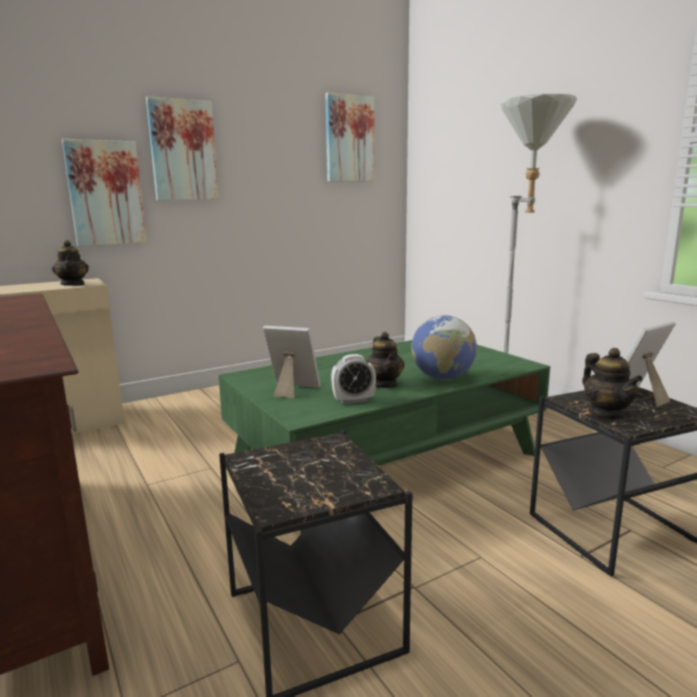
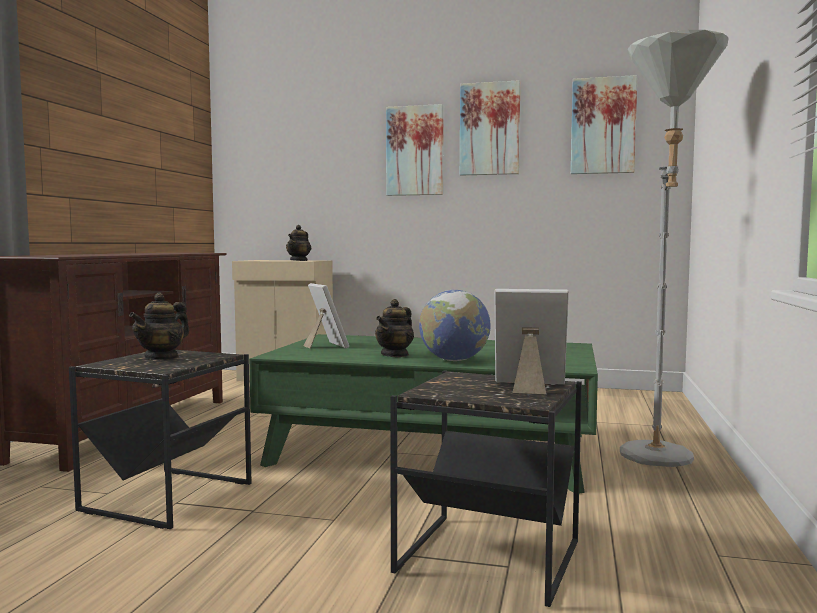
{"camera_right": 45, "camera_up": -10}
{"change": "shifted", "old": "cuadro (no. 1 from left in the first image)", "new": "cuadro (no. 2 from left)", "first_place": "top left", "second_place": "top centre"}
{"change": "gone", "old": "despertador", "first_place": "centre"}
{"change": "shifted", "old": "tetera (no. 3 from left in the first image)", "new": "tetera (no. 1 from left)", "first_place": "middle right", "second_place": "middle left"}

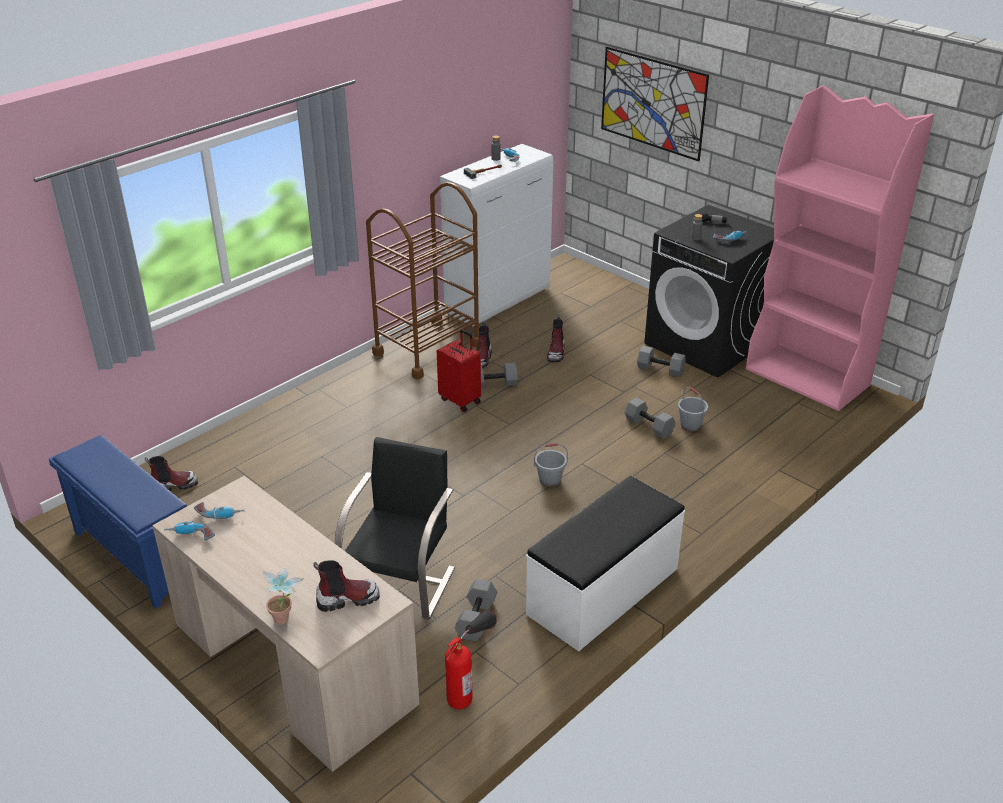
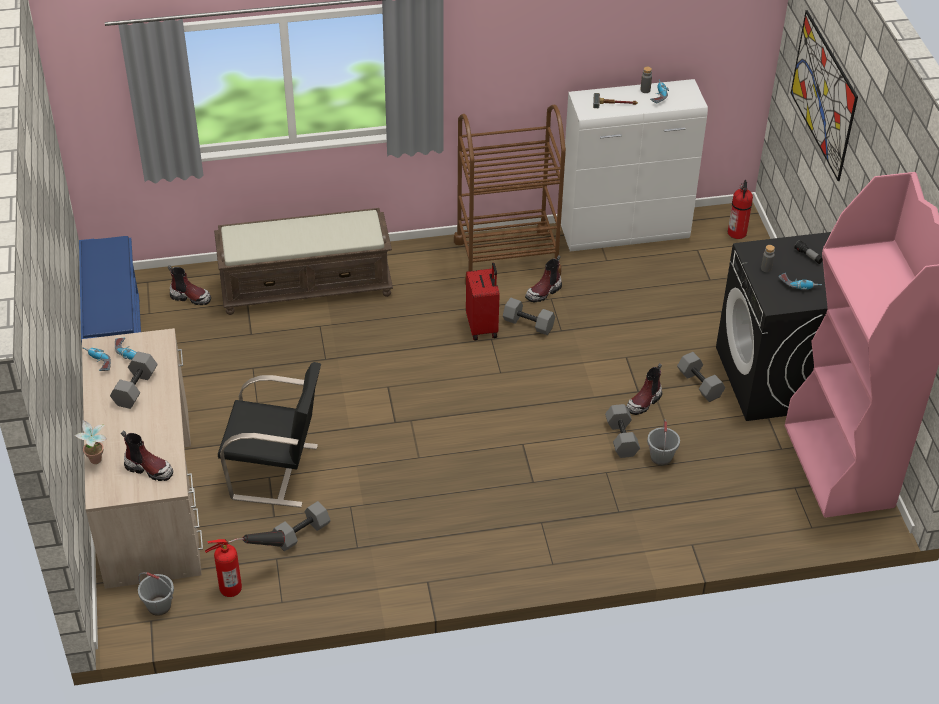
{"camera_right": 35, "camera_up": 10}
{"change": "rotated", "old": "silla (negro)", "first_place": "centre", "second_place": "middle left", "degrees": 45}
{"change": "gone", "old": "banco (blanco)", "first_place": "bottom centre"}
{"change": "shifted", "old": "cubo (gris) (no. 1 from left)", "first_place": "centre", "second_place": "bottom left"}
{"change": "shifted", "old": "bota (no. 4 from left)", "first_place": "centre", "second_place": "middle right"}
{"change": "new", "new": "mancuerna (gris) (no. 1 from left)", "second_place": "middle left"}
{"change": "new", "new": "banco (marrón)", "second_place": "middle left"}
{"change": "new", "new": "extintor (no. 2 from left)", "second_place": "top right"}

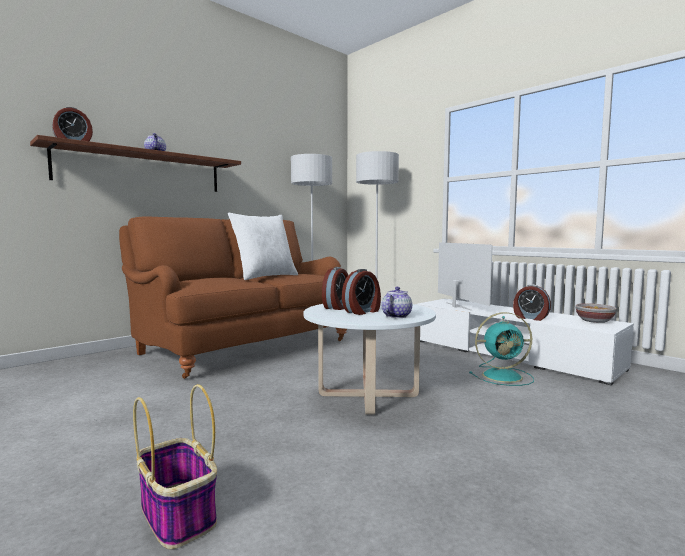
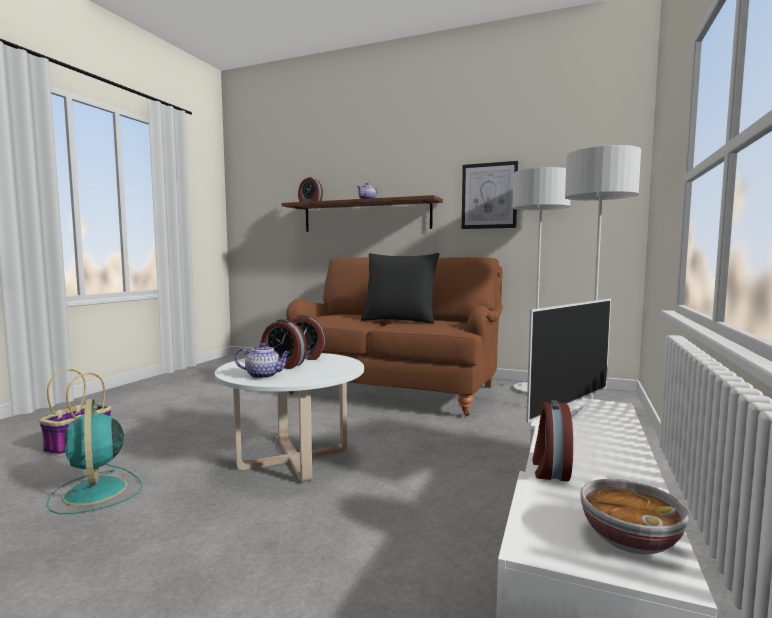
{"camera_right": 65, "camera_up": 0}
{"change": "repainted", "old": "cojín (blanco)", "new": "cojín (negro)", "first_place": "centre", "second_place": "centre"}
{"change": "shifted", "old": "ventilador (turquesa)", "first_place": "middle right", "second_place": "bottom left"}
{"change": "new", "new": "cuadro", "second_place": "top centre"}

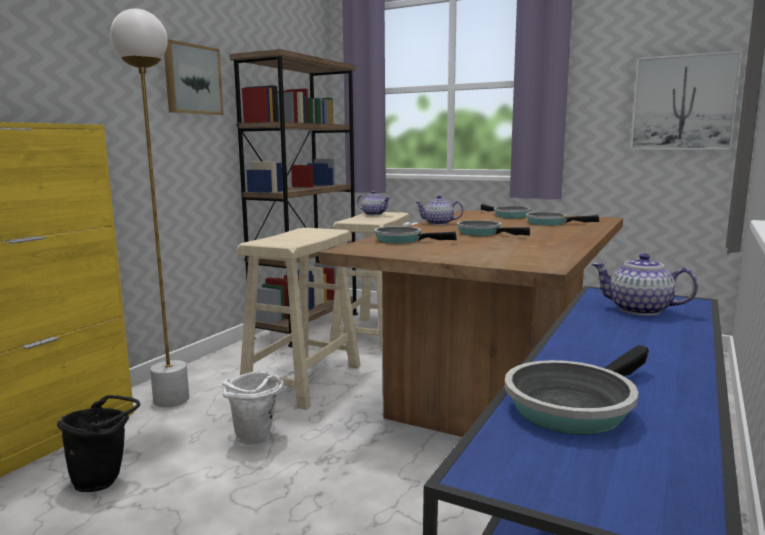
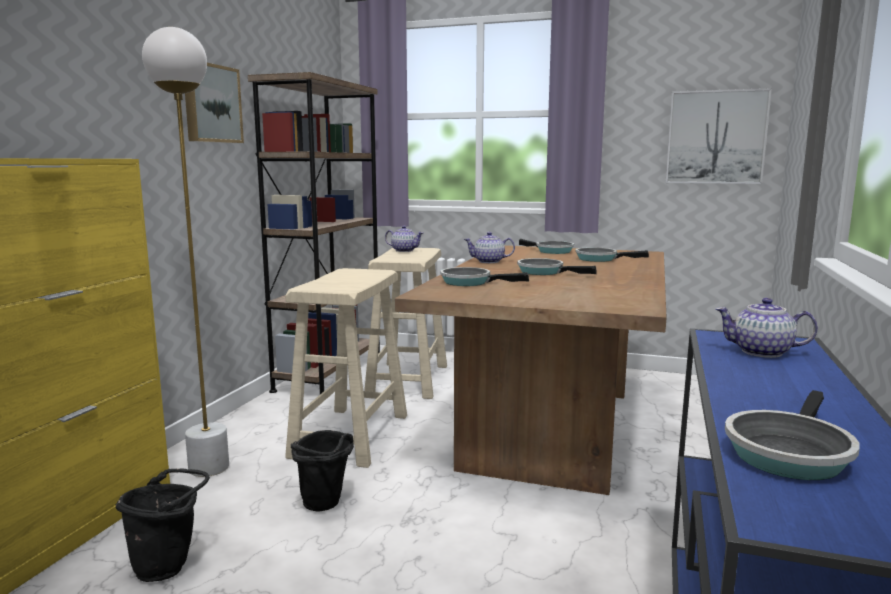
{"camera_right": -10, "camera_up": 0}
{"change": "repainted", "old": "cubo (blanco)", "new": "cubo (negro) (no. 2 from left)", "first_place": "bottom left", "second_place": "bottom centre"}

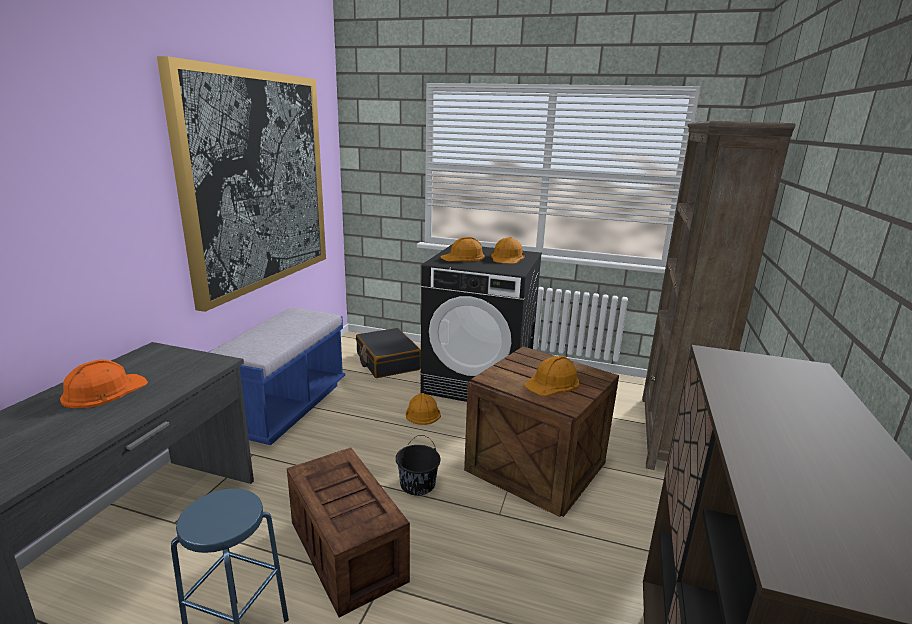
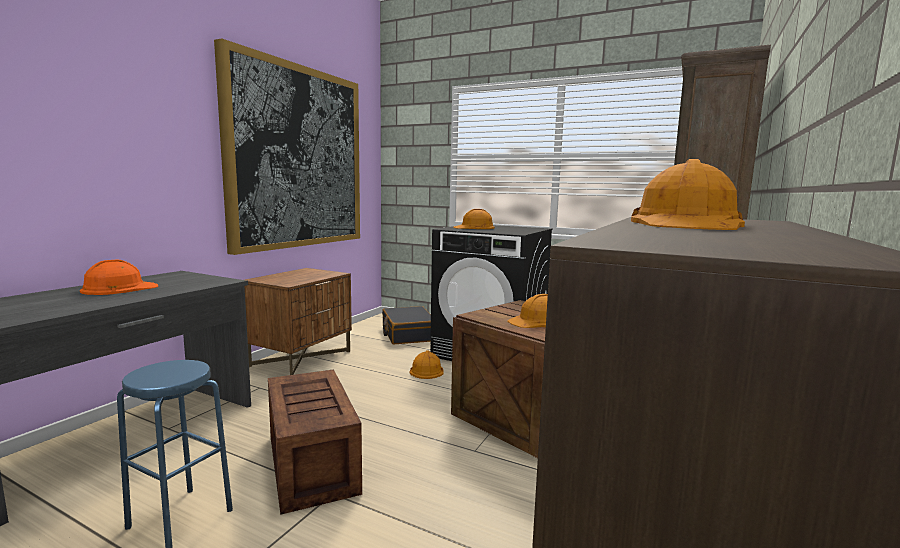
{"camera_right": 10, "camera_up": -10}
{"change": "swapped", "old": "banco (azul)", "new": "mesita de noche (marrón)", "first_place": "middle left", "second_place": "middle left"}
{"change": "gone", "old": "cubo (negro)", "first_place": "bottom centre"}
{"change": "shifted", "old": "casco (naranja) (no. 4 from left in the first image)", "new": "casco (naranja) (no. 5 from left)", "first_place": "centre", "second_place": "middle right"}

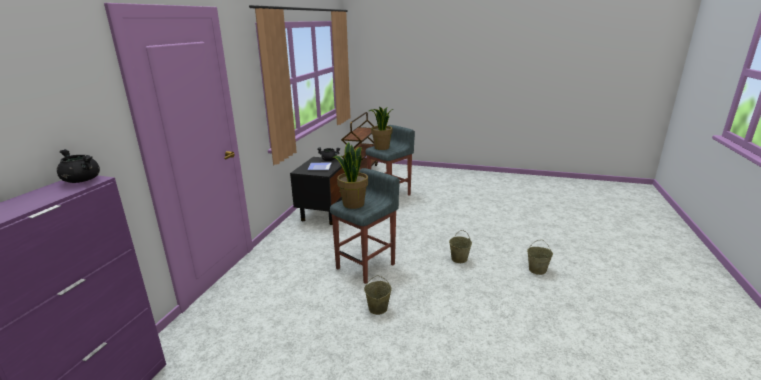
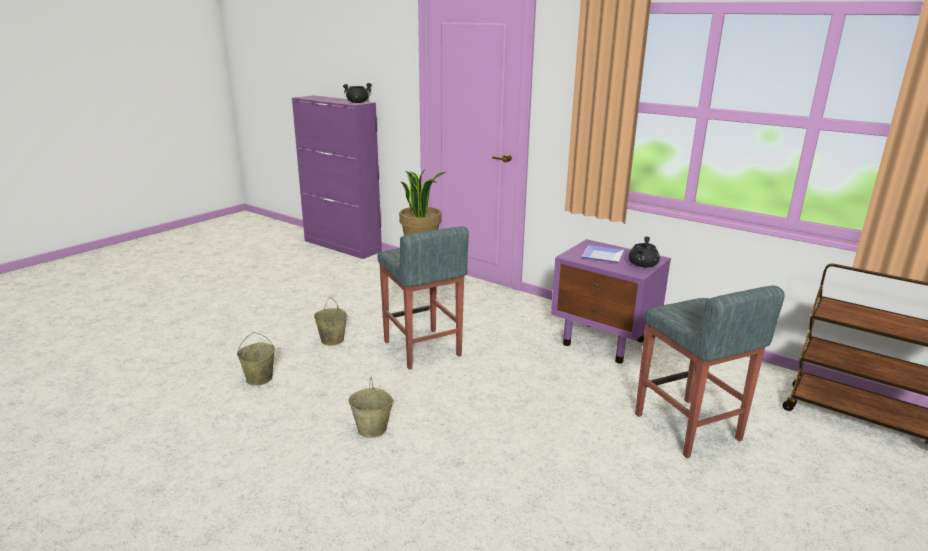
{"camera_right": 110, "camera_up": 0}
{"change": "repainted", "old": "mesita de noche (negro)", "new": "mesita de noche (morado)", "first_place": "centre", "second_place": "centre"}
{"change": "gone", "old": "planta en maceta (no. 2 from left)", "first_place": "centre"}
{"change": "shifted", "old": "cubo (beis) (no. 3 from left in the first image)", "new": "cubo (beis) (no. 1 from left)", "first_place": "bottom right", "second_place": "middle left"}

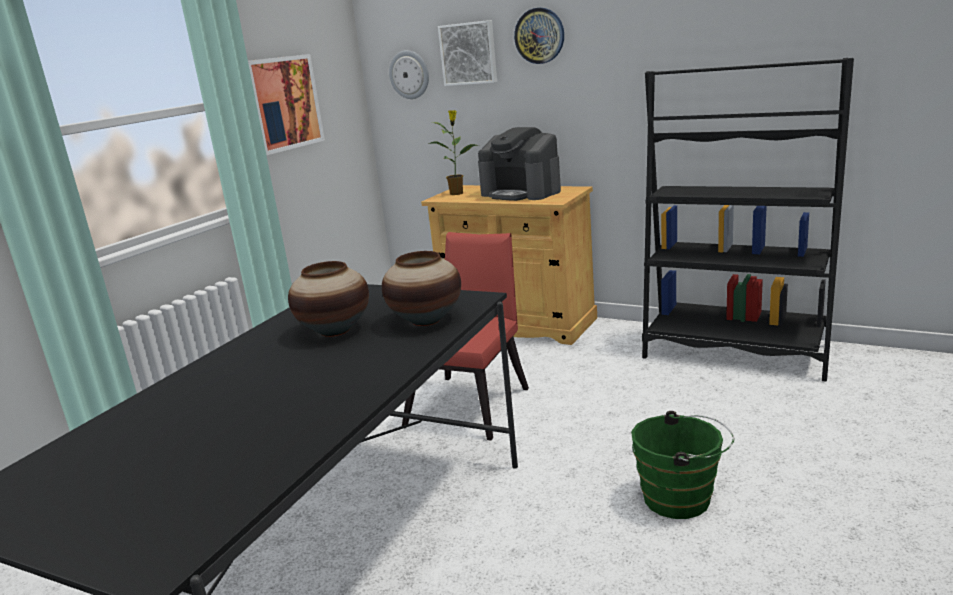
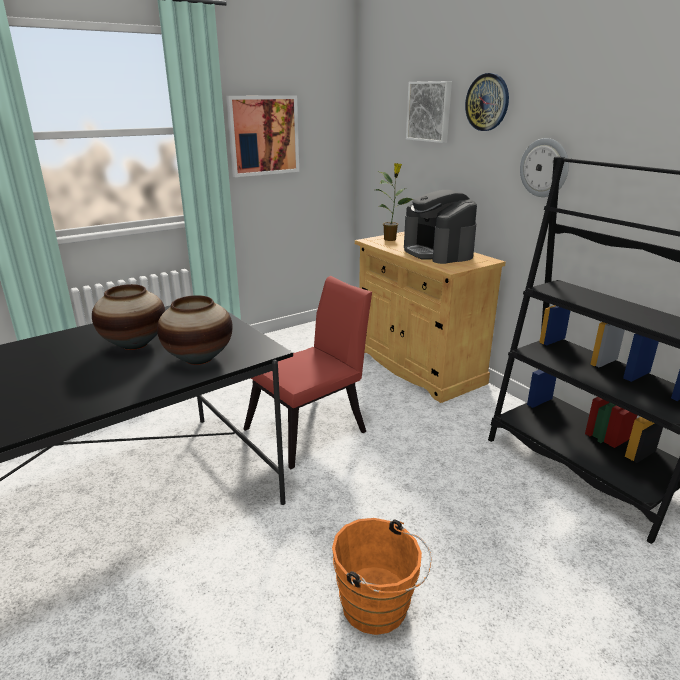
{"camera_right": 25, "camera_up": 5}
{"change": "shifted", "old": "reloj de pared (no. 1 from left in the first image)", "new": "reloj de pared (no. 2 from left)", "first_place": "top centre", "second_place": "top right"}
{"change": "repainted", "old": "cubo (verde)", "new": "cubo (naranja)", "first_place": "bottom right", "second_place": "bottom centre"}

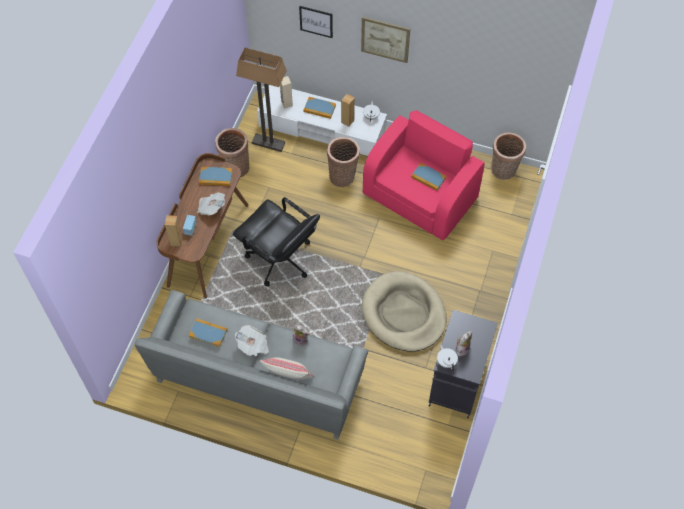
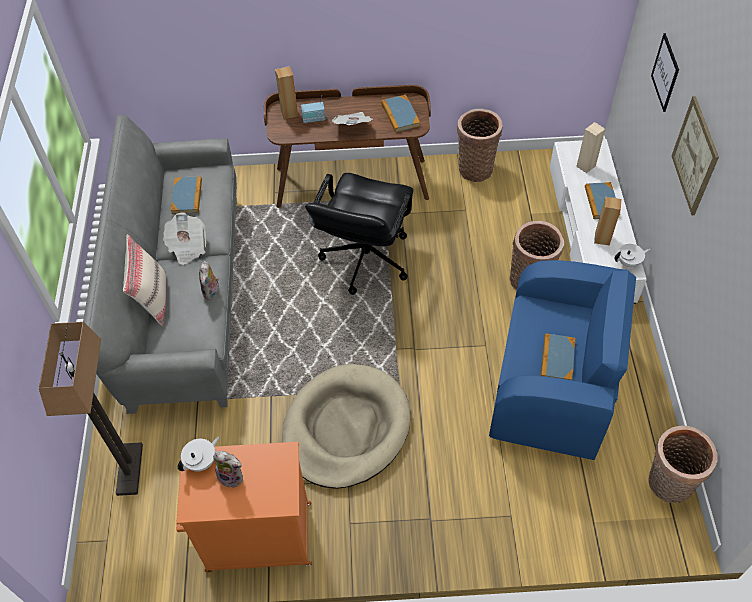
{"camera_right": 70, "camera_up": -5}
{"change": "shifted", "old": "lámpara de pie", "first_place": "top centre", "second_place": "bottom left"}
{"change": "repainted", "old": "sillón (rosa)", "new": "sillón (azul)", "first_place": "centre", "second_place": "middle right"}
{"change": "repainted", "old": "armario (negro)", "new": "armario (naranja)", "first_place": "bottom right", "second_place": "bottom left"}

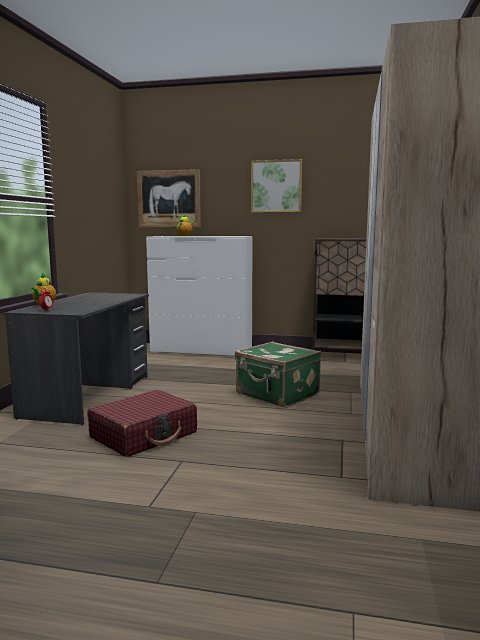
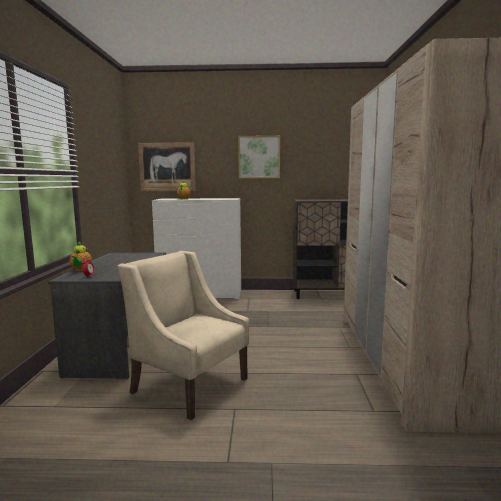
{"camera_right": -10, "camera_up": 0}
{"change": "swapped", "old": "maleta (rojo)", "new": "sillón (beis)", "first_place": "middle left", "second_place": "bottom centre"}
{"change": "gone", "old": "maleta (verde)", "first_place": "centre"}

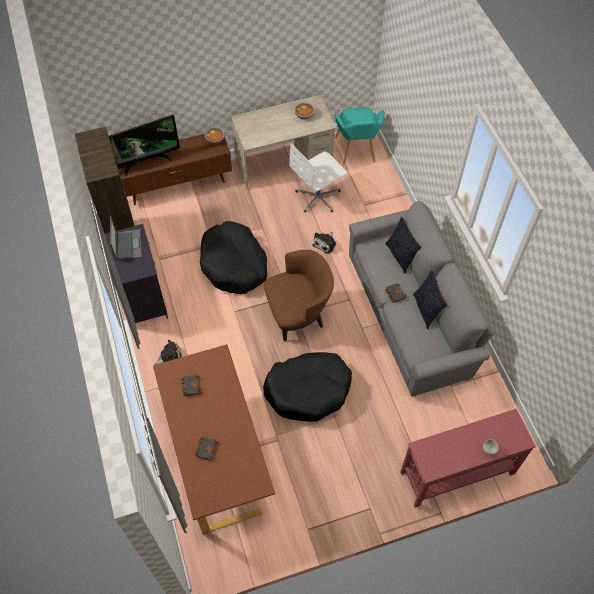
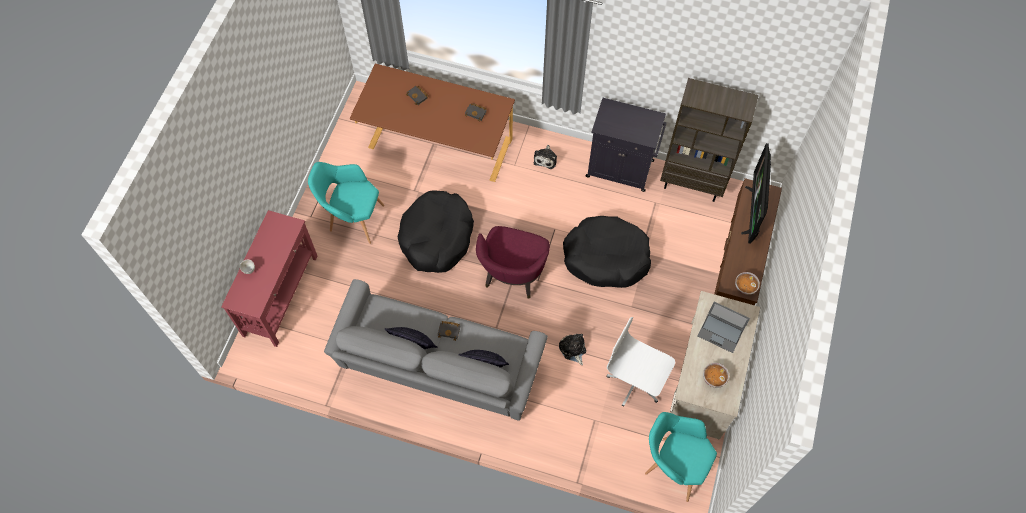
{"camera_right": 125, "camera_up": 5}
{"change": "shifted", "old": "portátil", "first_place": "middle left", "second_place": "middle right"}
{"change": "repainted", "old": "sillón (marrón)", "new": "sillón (morado)", "first_place": "centre", "second_place": "centre"}
{"change": "rotated", "old": "silla de oficina (blanco)", "first_place": "top centre", "second_place": "bottom centre", "degrees": -60}
{"change": "new", "new": "sillón (turquesa) (no. 1 from left)", "second_place": "centre"}

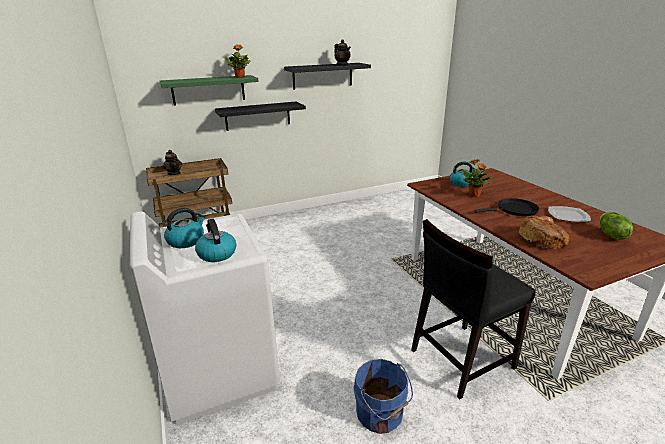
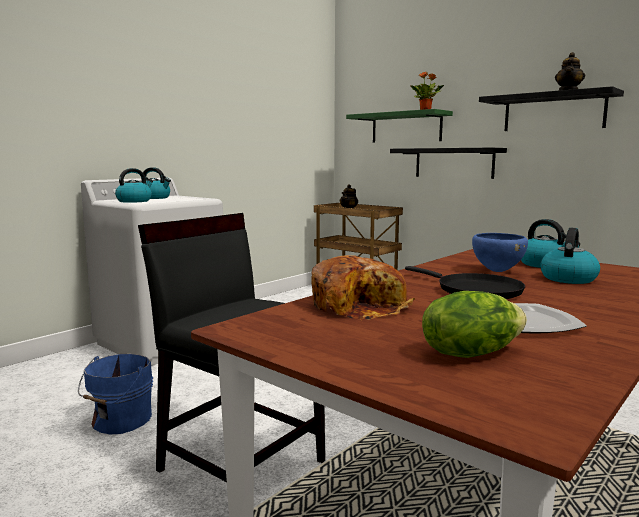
{"camera_right": 65, "camera_up": -15}
{"change": "swapped", "old": "planta en maceta (no. 2 from left)", "new": "cuenco (azul)", "first_place": "middle right", "second_place": "middle right"}
{"change": "new", "new": "hervidor (no. 4 from left)", "second_place": "middle right"}

